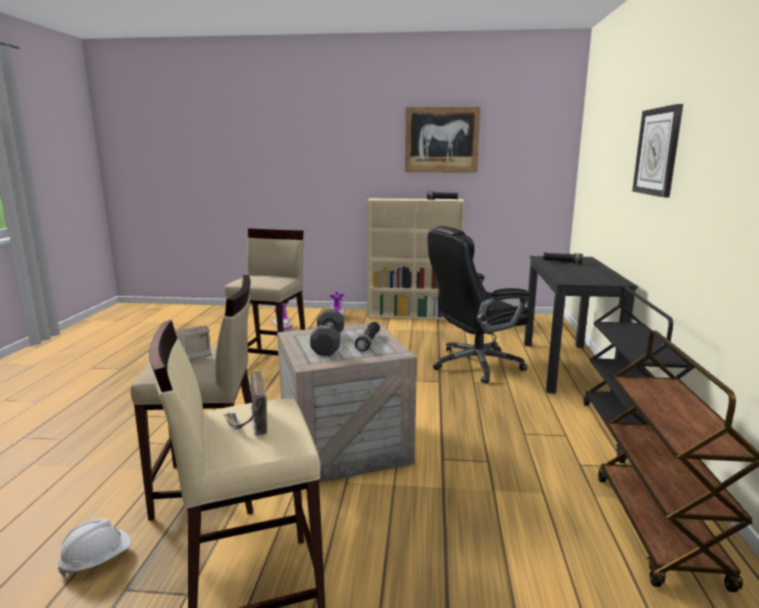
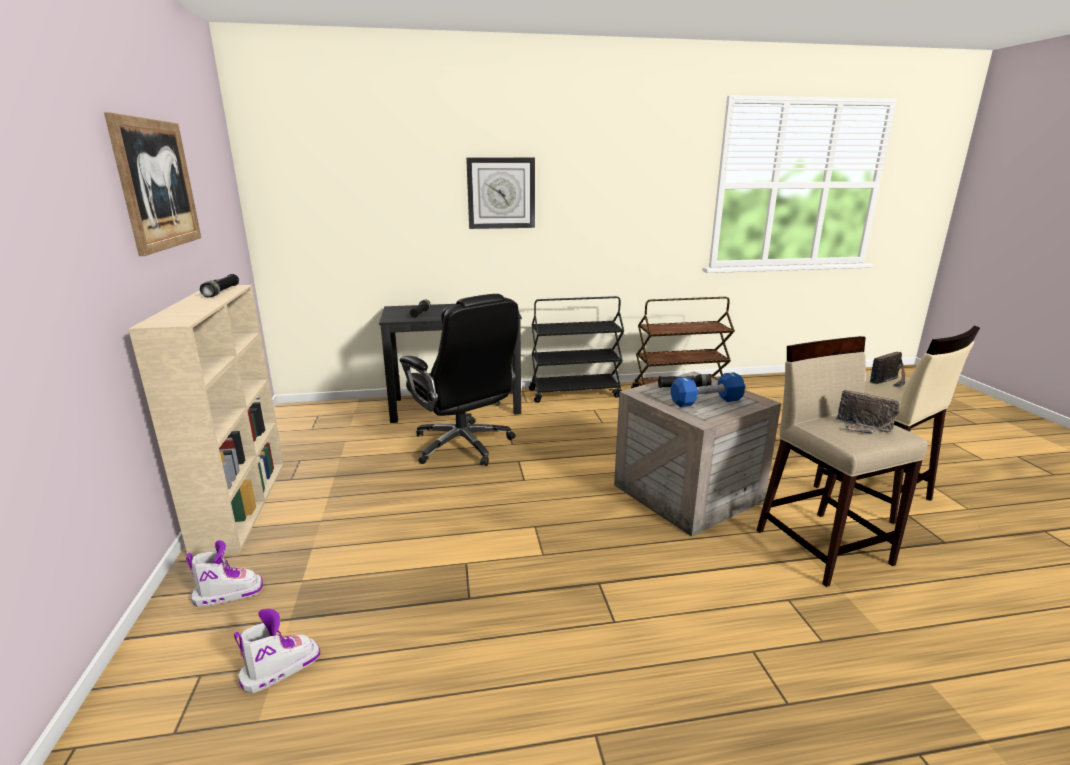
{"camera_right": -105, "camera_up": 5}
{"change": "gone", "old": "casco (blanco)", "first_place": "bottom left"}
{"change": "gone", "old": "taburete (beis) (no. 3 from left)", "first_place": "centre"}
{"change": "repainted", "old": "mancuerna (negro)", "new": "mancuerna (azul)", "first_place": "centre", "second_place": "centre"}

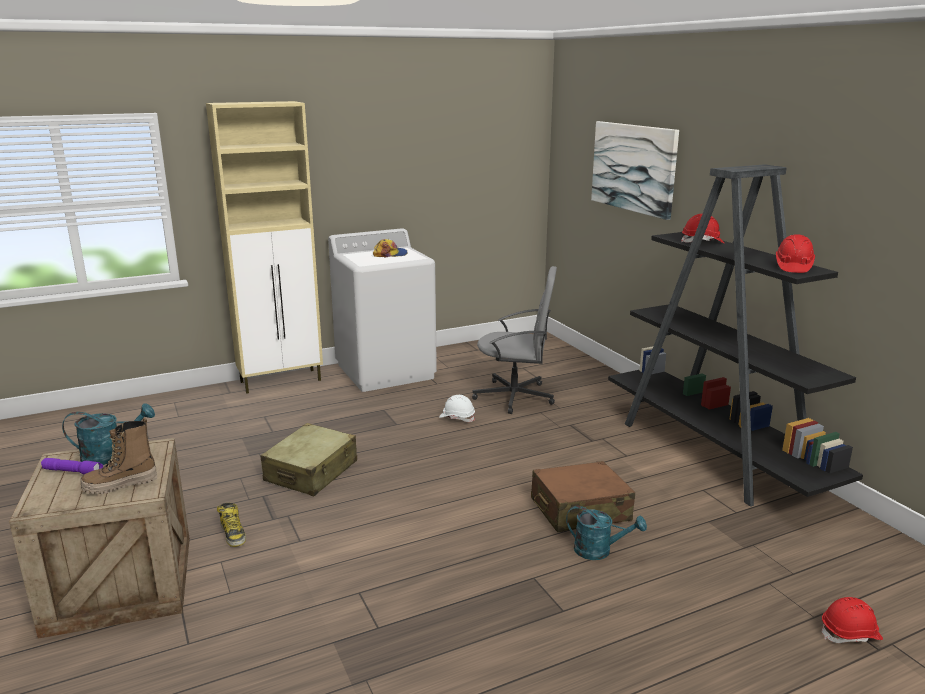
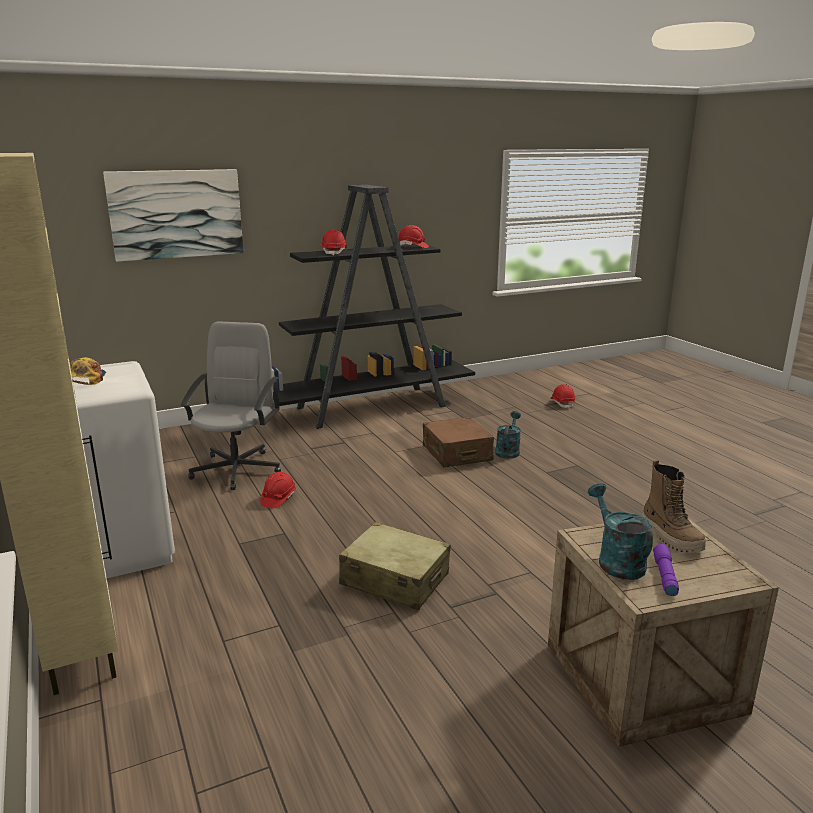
{"camera_right": -90, "camera_up": 0}
{"change": "gone", "old": "bota (no. 2 from left)", "first_place": "bottom left"}
{"change": "repainted", "old": "casco (blanco)", "new": "casco (rojo) (no. 1 from left)", "first_place": "centre", "second_place": "centre"}

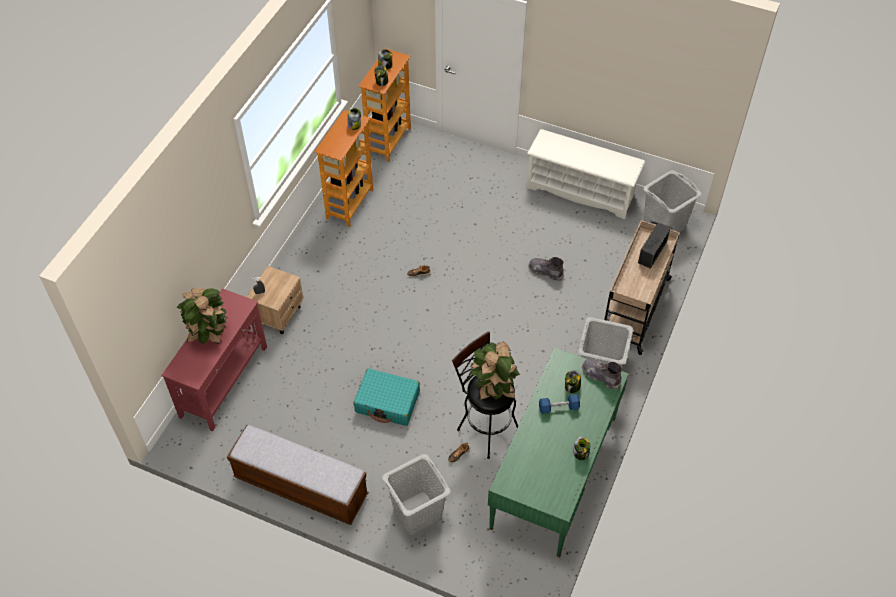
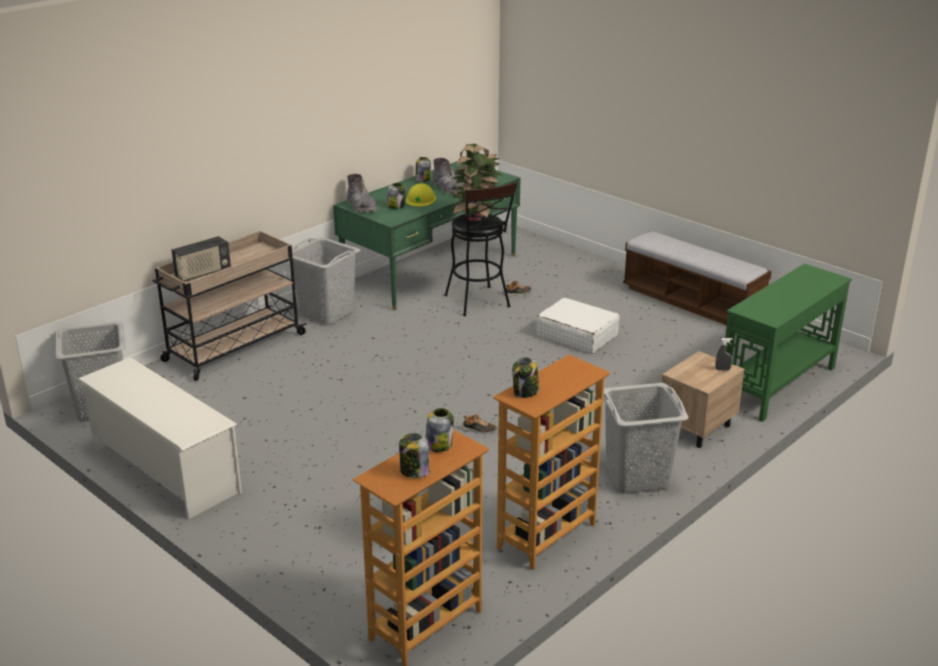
{"camera_right": -160, "camera_up": -25}
{"change": "repainted", "old": "mesa consola (rojo)", "new": "mesa consola (verde)", "first_place": "middle left", "second_place": "middle right"}
{"change": "gone", "old": "planta en maceta (no. 1 from left)", "first_place": "middle left"}
{"change": "repainted", "old": "maleta (turquesa)", "new": "maleta (blanco)", "first_place": "centre", "second_place": "centre"}
{"change": "shifted", "old": "cesto de la ropa (gris) (no. 1 from left in the first image)", "new": "cesto de la ropa (gris) (no. 3 from left)", "first_place": "bottom centre", "second_place": "middle right"}
{"change": "shifted", "old": "bota (gris) (no. 1 from left in the first image)", "new": "bota (gris) (no. 2 from left)", "first_place": "centre", "second_place": "top centre"}
{"change": "swapped", "old": "mancuerna (azul)", "new": "casco (amarillo)", "first_place": "bottom centre", "second_place": "top centre"}

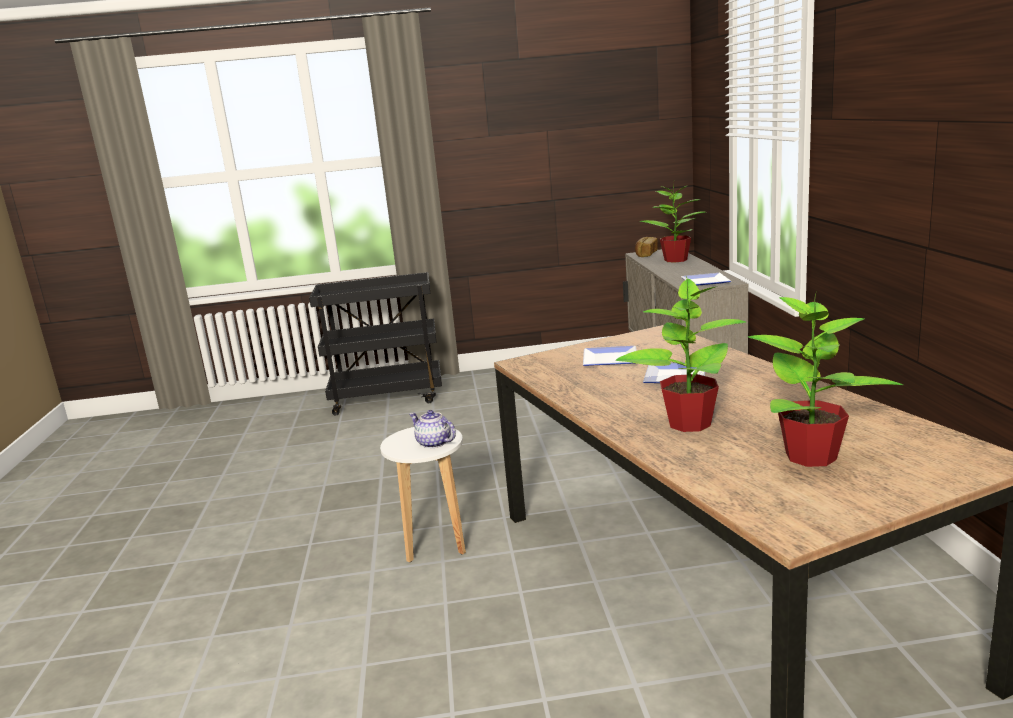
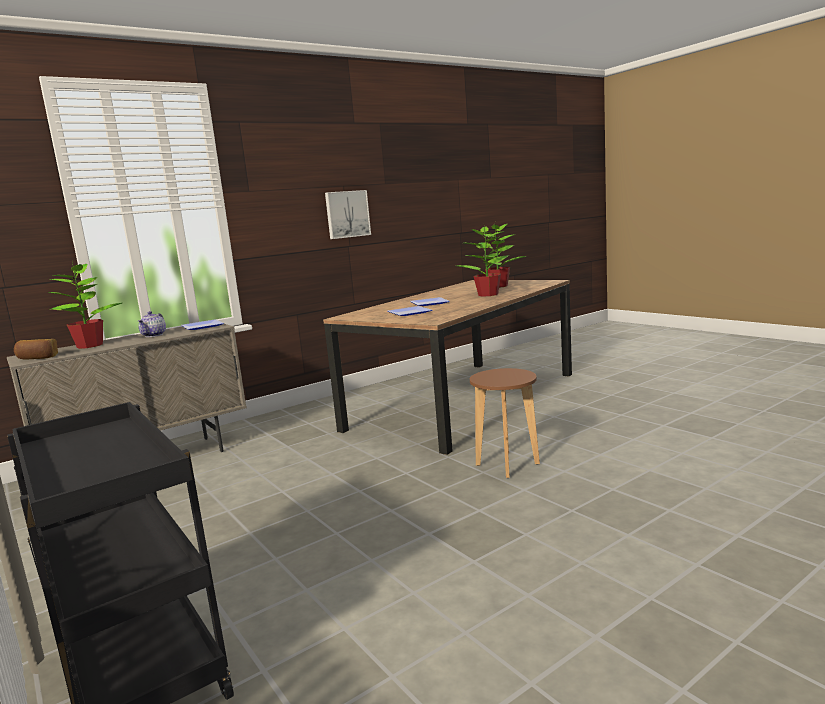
{"camera_right": -120, "camera_up": -5}
{"change": "repainted", "old": "taburete (blanco)", "new": "taburete (marrón)", "first_place": "bottom centre", "second_place": "centre"}
{"change": "shifted", "old": "tetera", "first_place": "centre", "second_place": "middle left"}
{"change": "new", "new": "cuadro", "second_place": "top centre"}

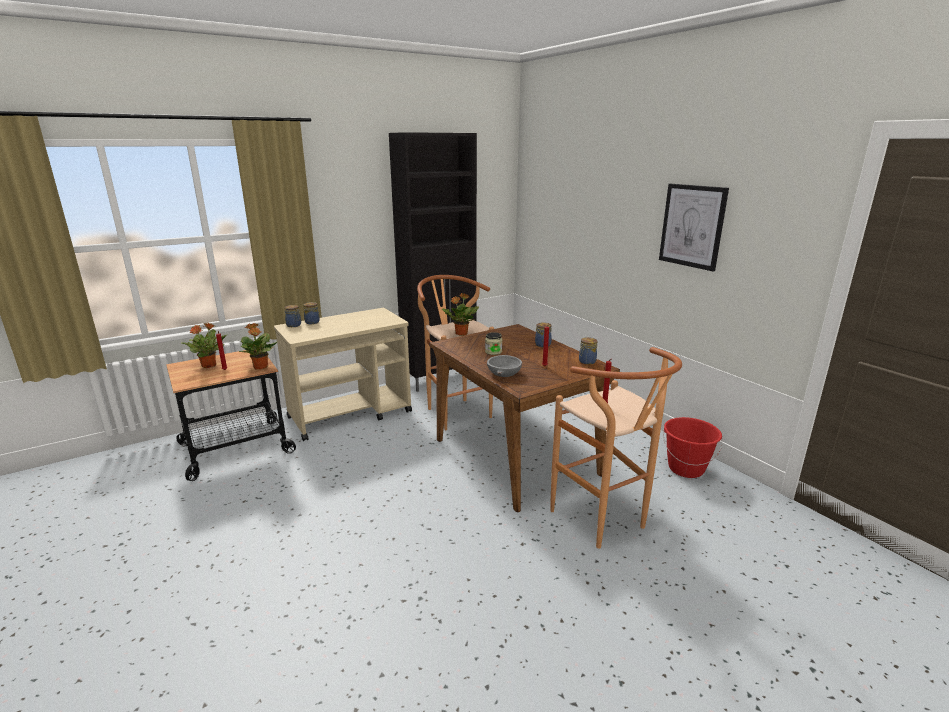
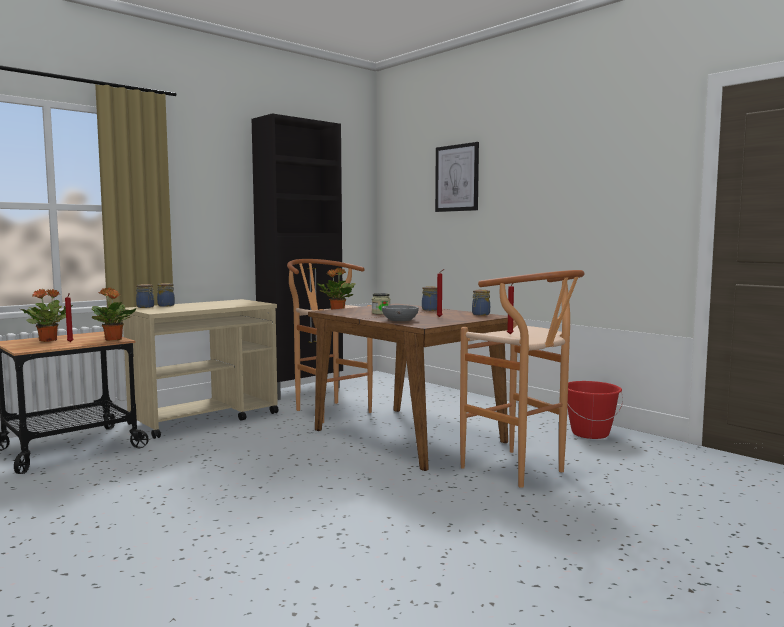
{"camera_right": -10, "camera_up": -15}
{"change": "shifted", "old": "cuadro", "first_place": "top right", "second_place": "top centre"}

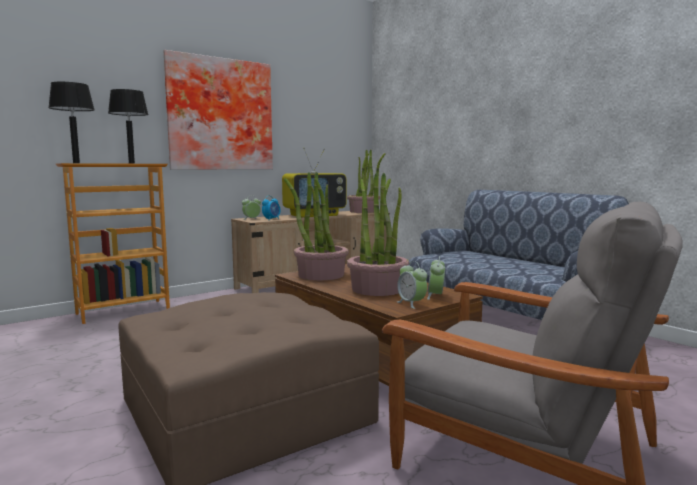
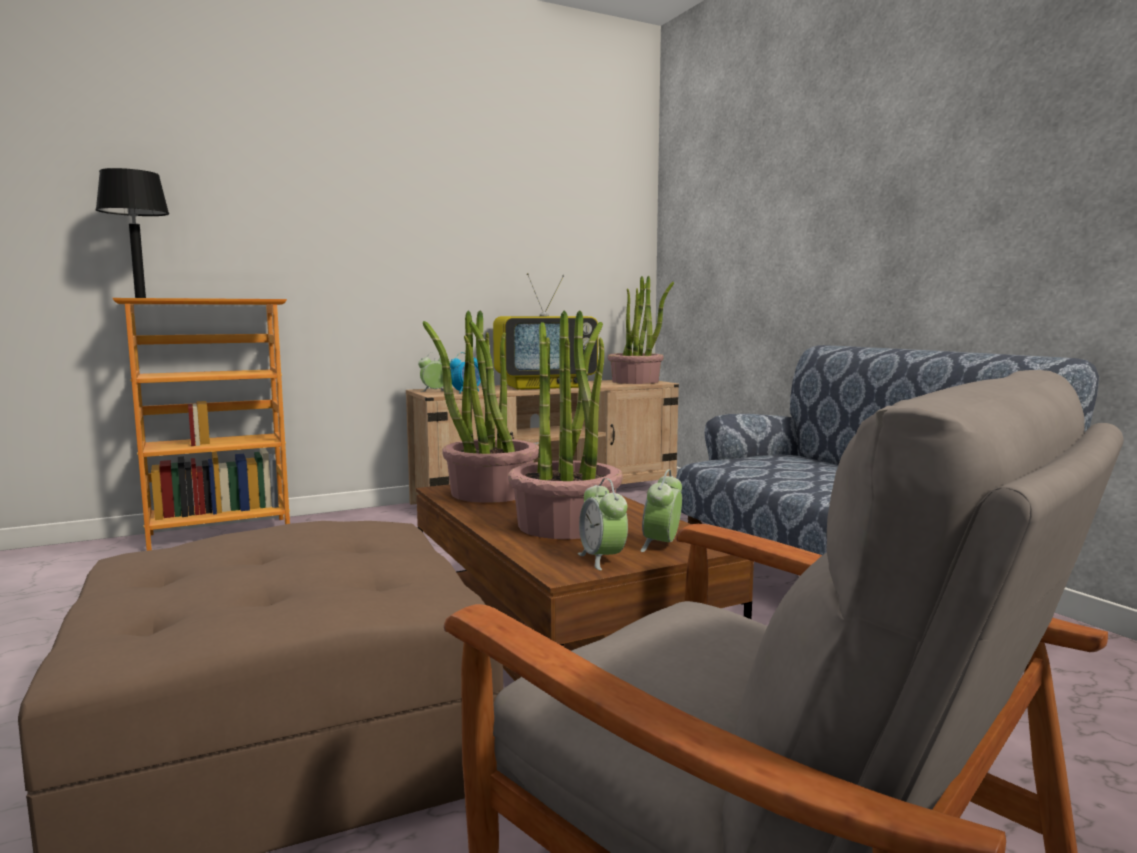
{"camera_right": 10, "camera_up": 0}
{"change": "gone", "old": "lámpara de mesa (negro) (no. 2 from left)", "first_place": "top left"}
{"change": "gone", "old": "cuadro", "first_place": "top left"}

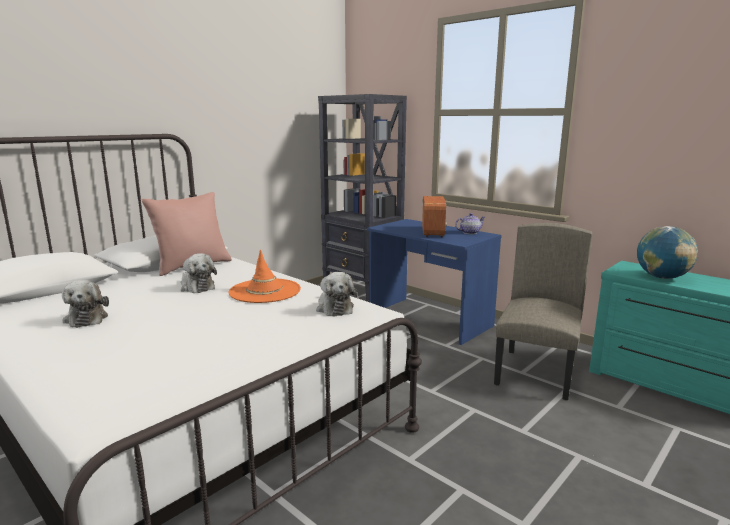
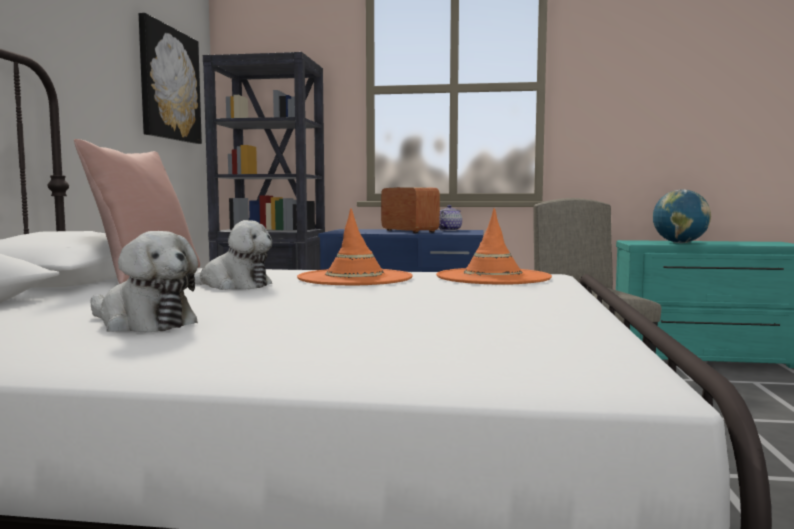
{"camera_right": -35, "camera_up": -10}
{"change": "swapped", "old": "peluche (no. 3 from left)", "new": "sombrero (naranja) (no. 2 from left)", "first_place": "centre", "second_place": "centre"}
{"change": "new", "new": "cuadro", "second_place": "top left"}

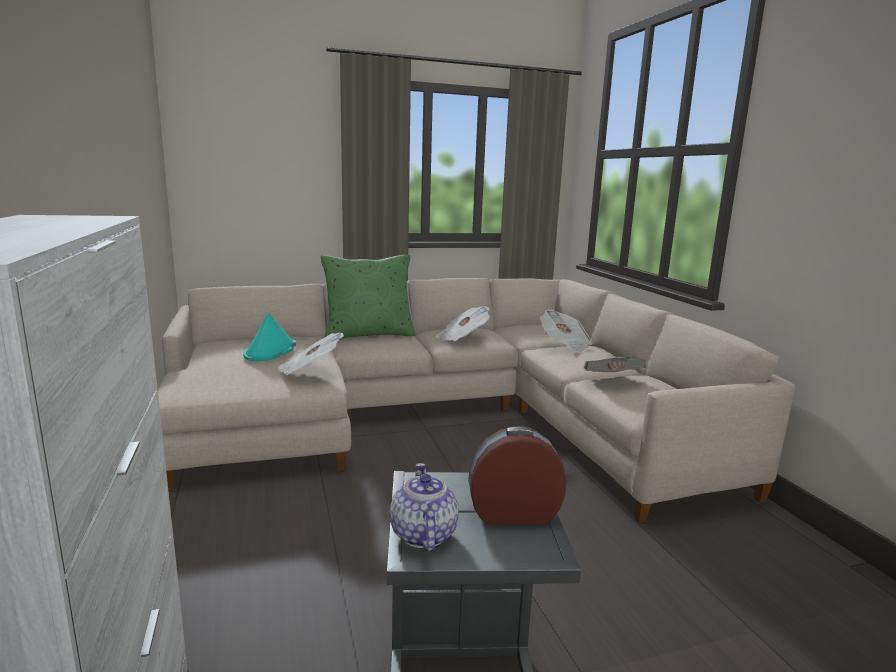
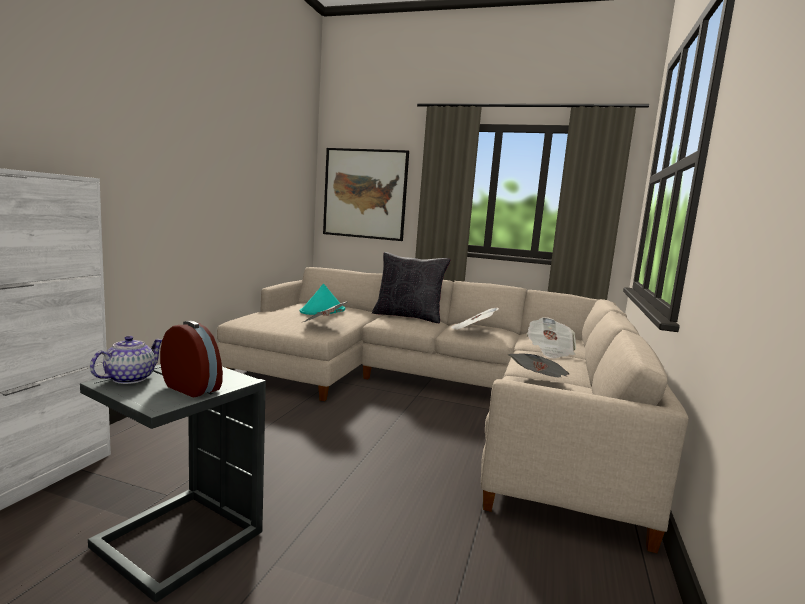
{"camera_right": 35, "camera_up": -5}
{"change": "repainted", "old": "cojín (verde)", "new": "cojín (negro)", "first_place": "centre", "second_place": "centre"}
{"change": "new", "new": "cuadro", "second_place": "top centre"}

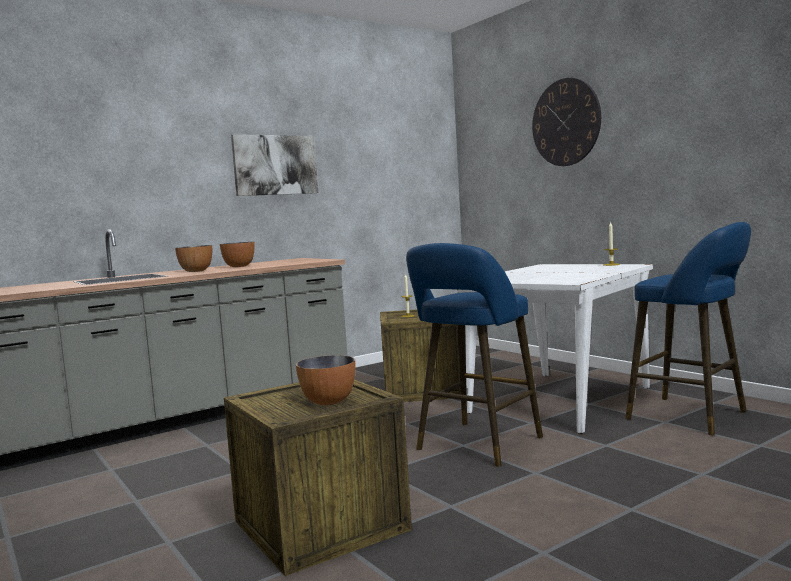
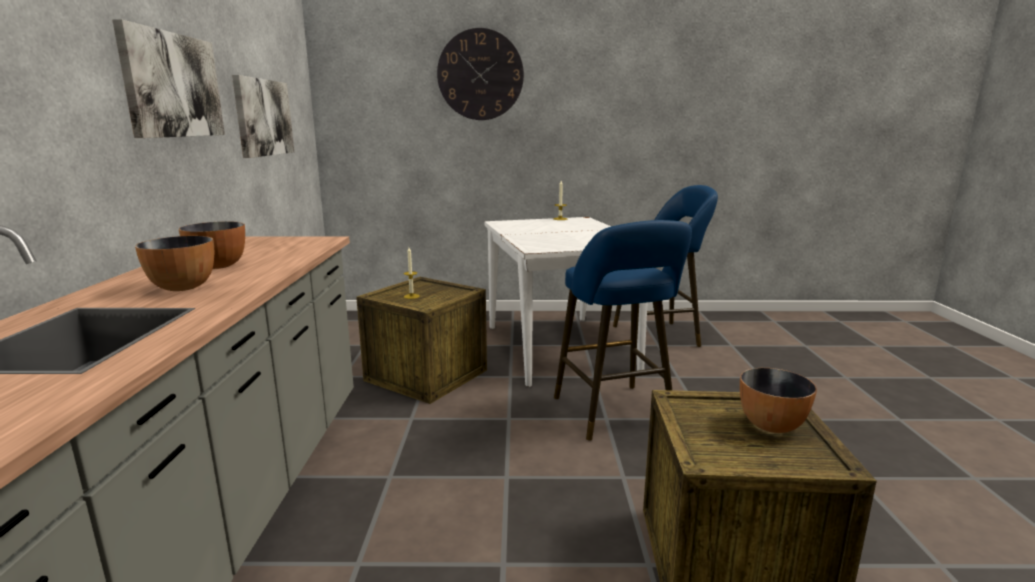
{"camera_right": -55, "camera_up": 10}
{"change": "new", "new": "cuadro (no. 2 from left)", "second_place": "top left"}

